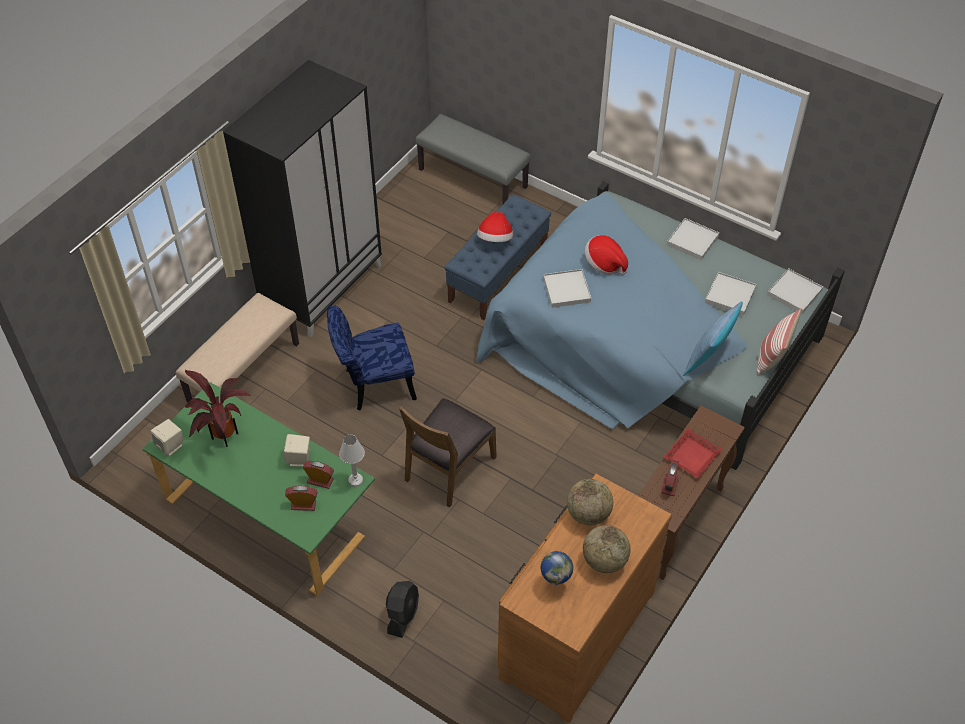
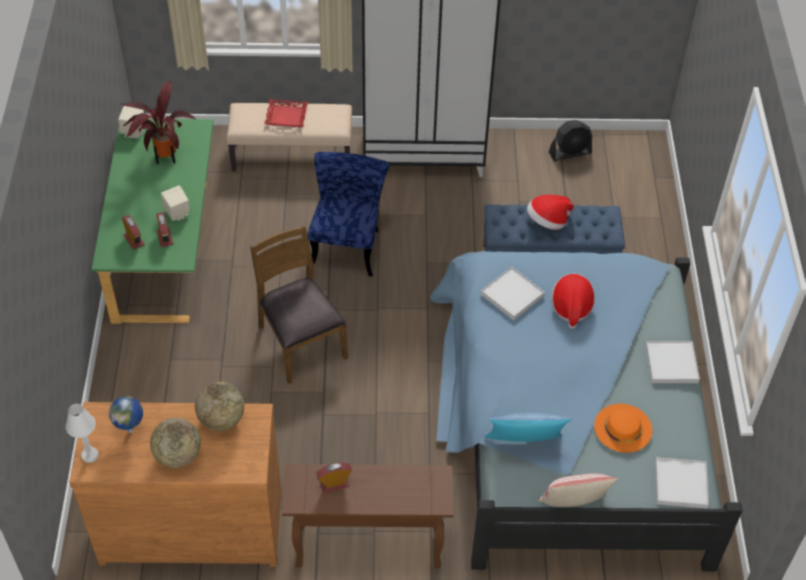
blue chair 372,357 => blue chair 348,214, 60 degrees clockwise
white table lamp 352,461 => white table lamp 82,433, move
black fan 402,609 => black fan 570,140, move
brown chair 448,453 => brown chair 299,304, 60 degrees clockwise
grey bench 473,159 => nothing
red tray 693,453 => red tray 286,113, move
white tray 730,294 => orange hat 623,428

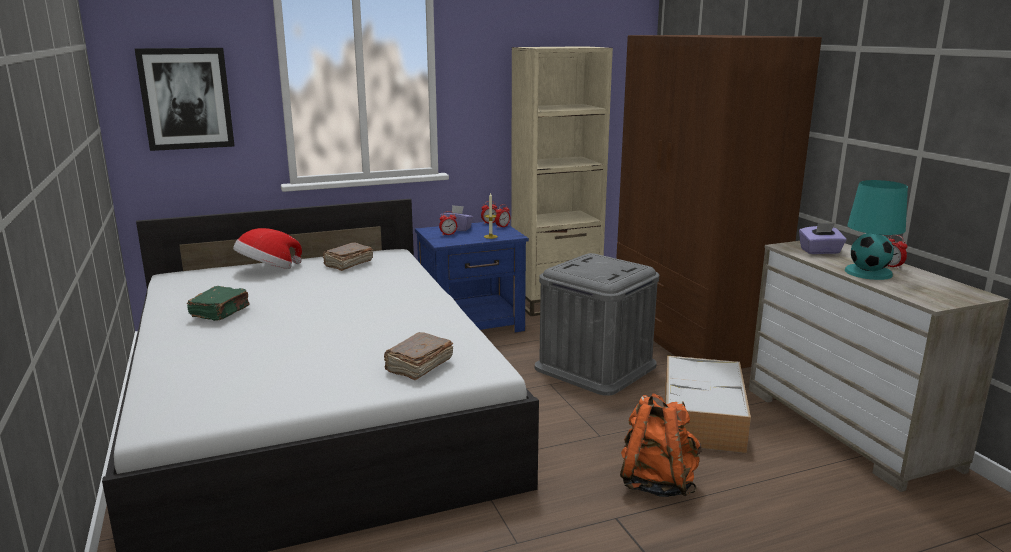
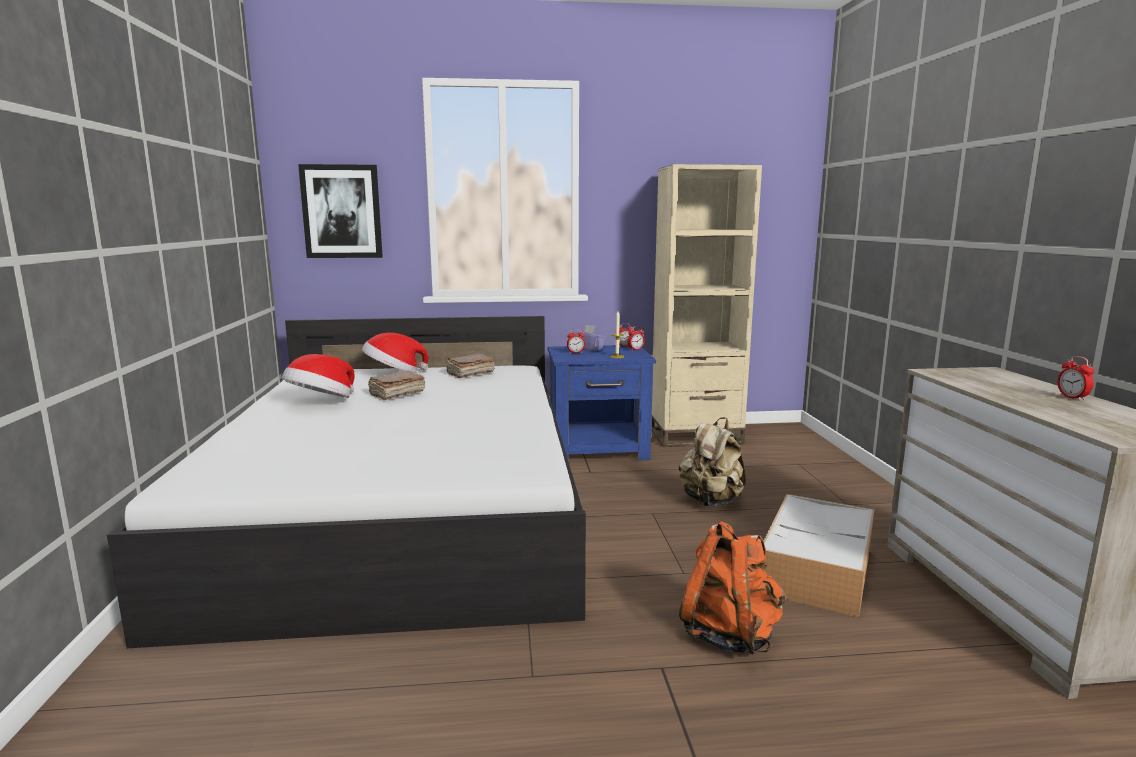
green book 218,303 => hat 318,376
brown book 418,356 => brown book 396,385, move
grey storage box 597,324 => beige backpack 712,461
brown wardrobe 719,201 => nothing
purple tissue box 823,238 => nothing
turquoise table lamp 876,230 => nothing

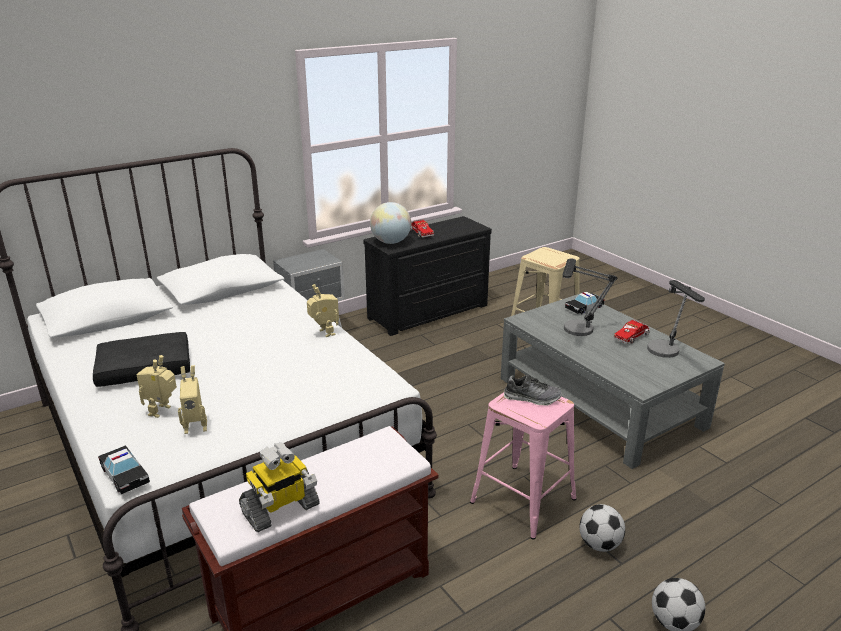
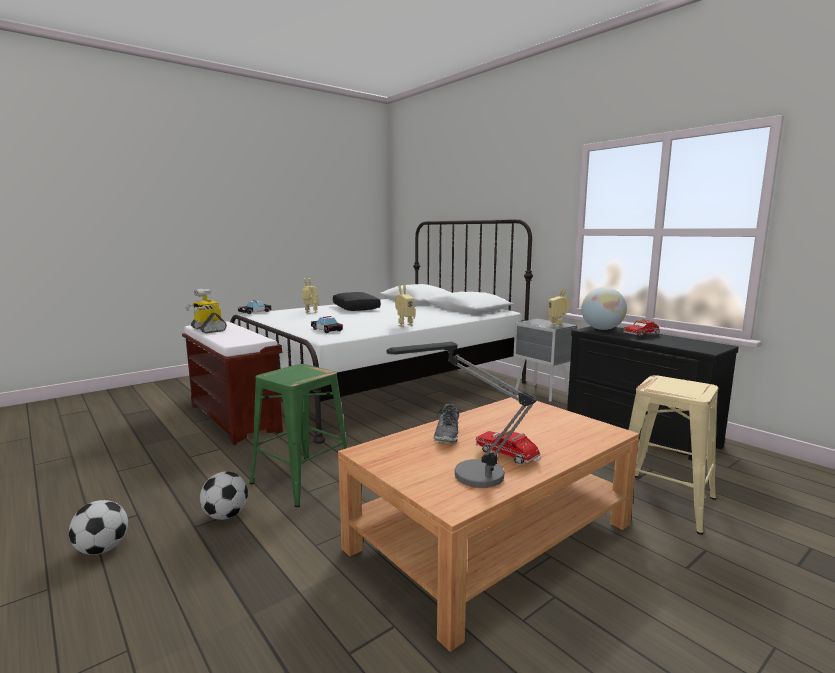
toy robot 192,399 => toy robot 558,307, move
pink stool 523,466 => green stool 298,435
grey coffee table 613,381 => brown coffee table 488,523
shoe 533,390 => shoe 446,424, move
table lamp 590,297 => nothing
toy car 585,303 => toy car 327,324, move

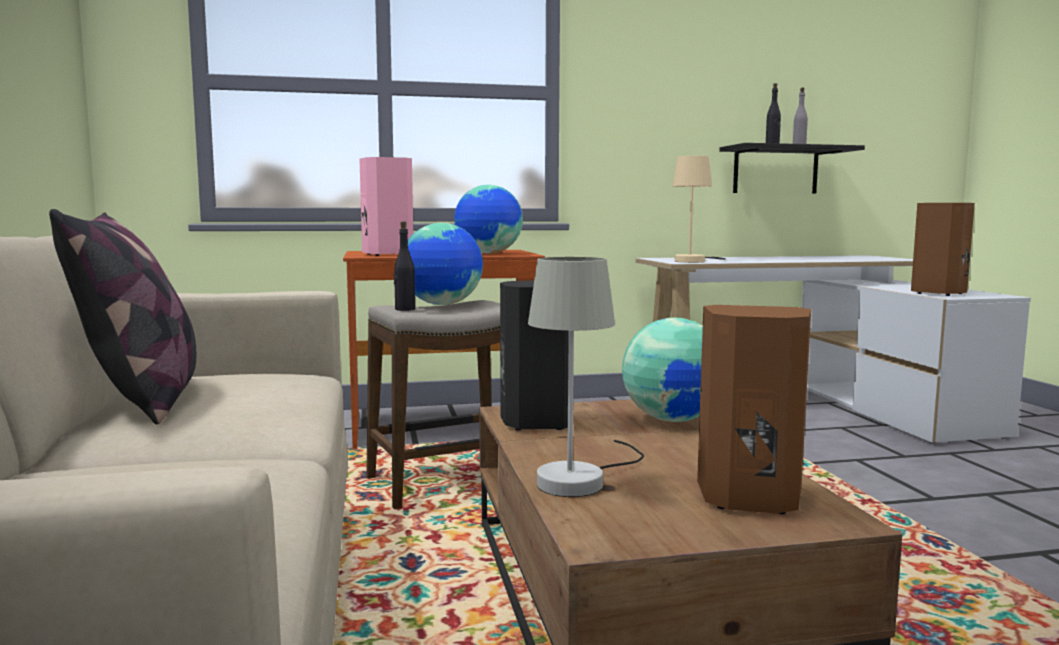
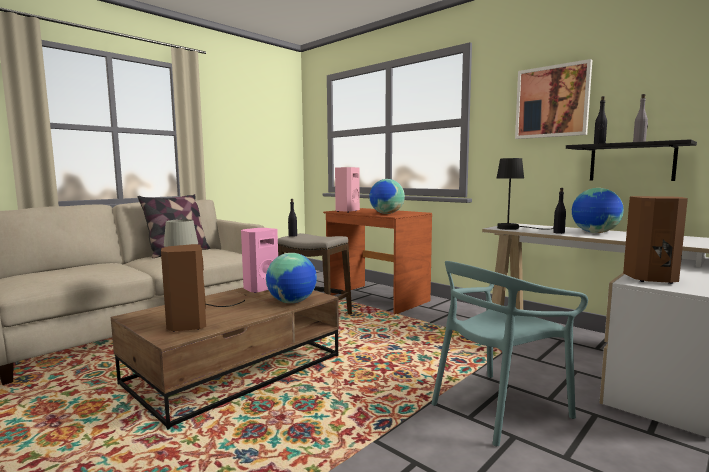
globe 445,264 => globe 598,210, move
black speaker 534,355 => pink speaker 259,260
beige table lamp 699,209 => black table lamp 525,194
nothing => turquoise chair 509,353
nothing => picture 553,99
nothing => black bottle 559,211

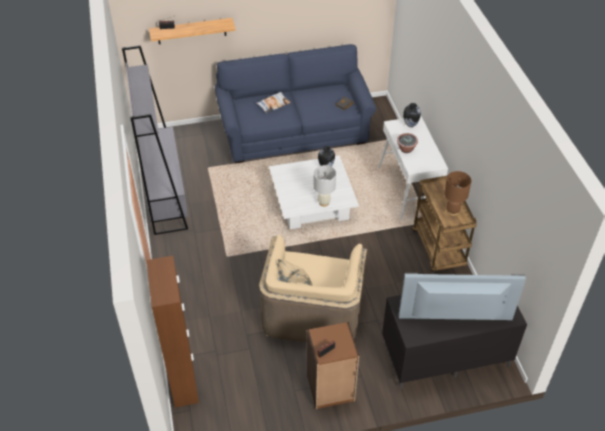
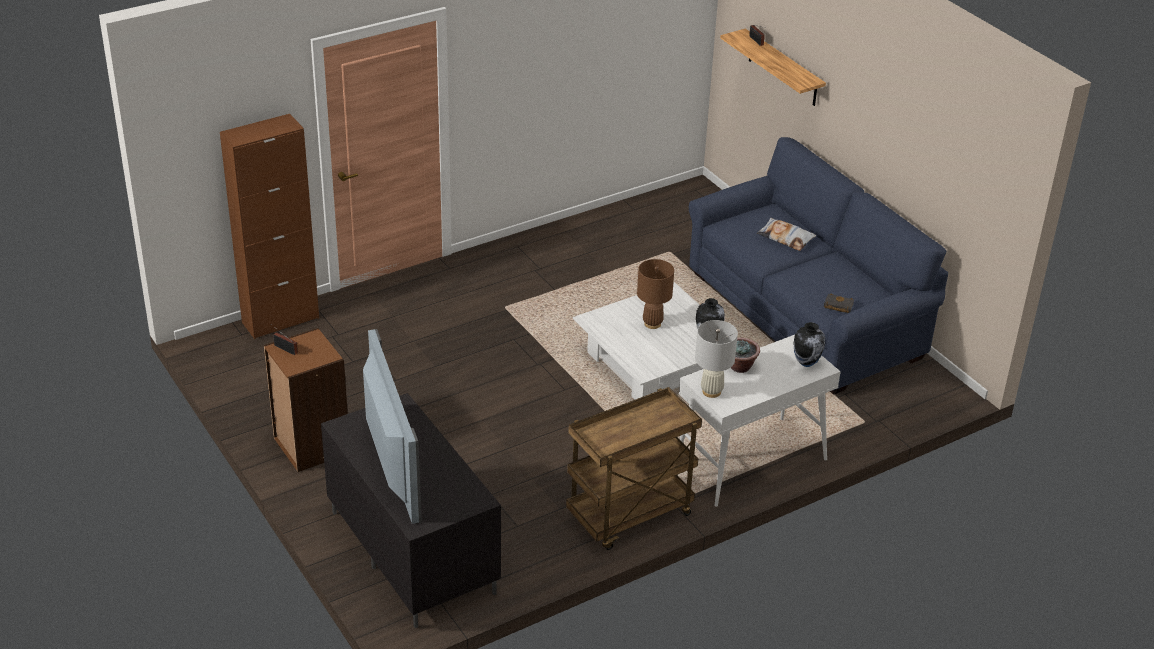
grey bookcase 155,140 => nothing
beige armchair 313,288 => nothing
white table lamp 324,186 => white table lamp 716,359, move
brown table lamp 458,193 => brown table lamp 655,294, move

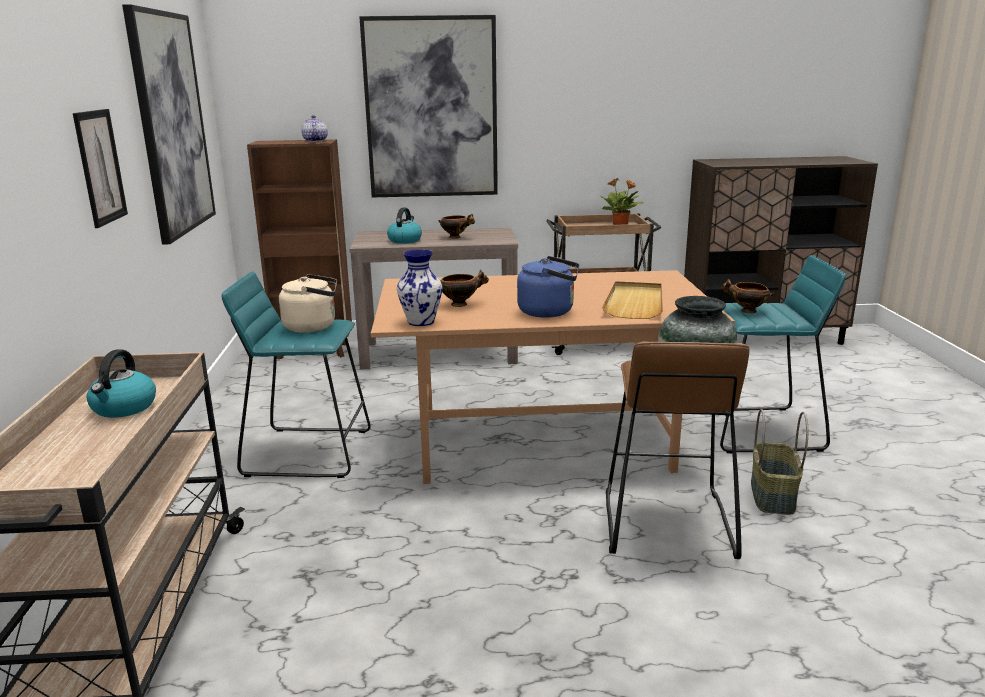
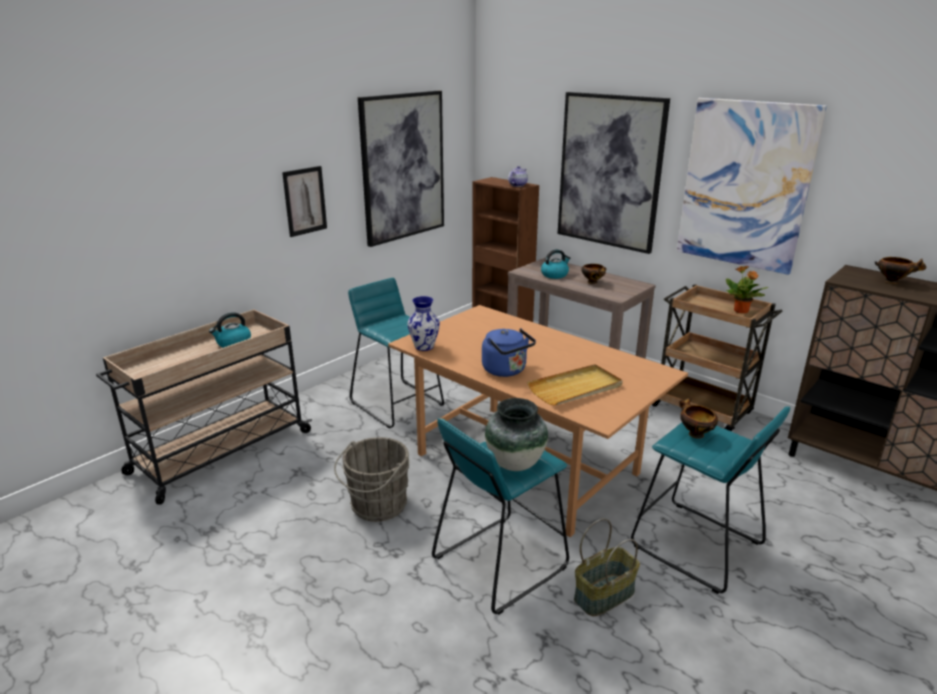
beige kettle 308,303 => nothing
bowl 465,288 => bowl 900,270, move
brown stool 677,450 => turquoise stool 500,516
nothing => grey bucket 371,479
nothing => picture 752,186

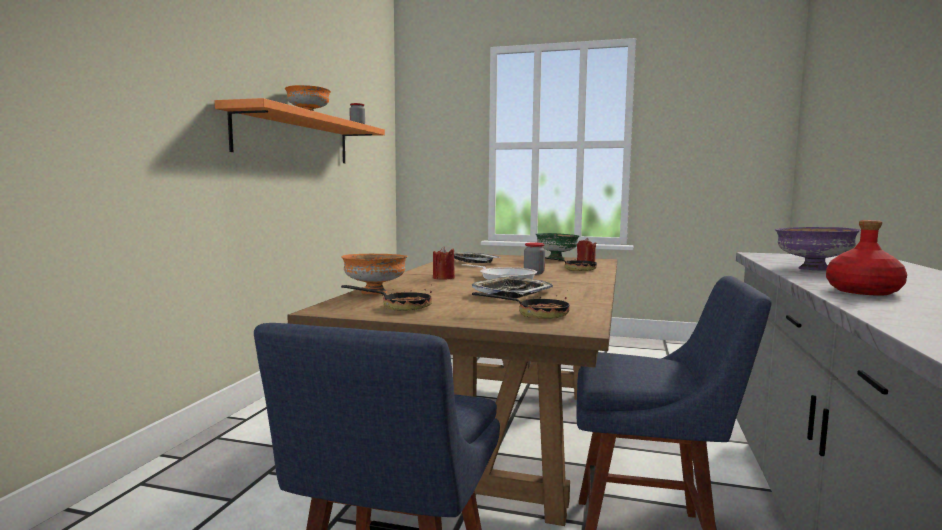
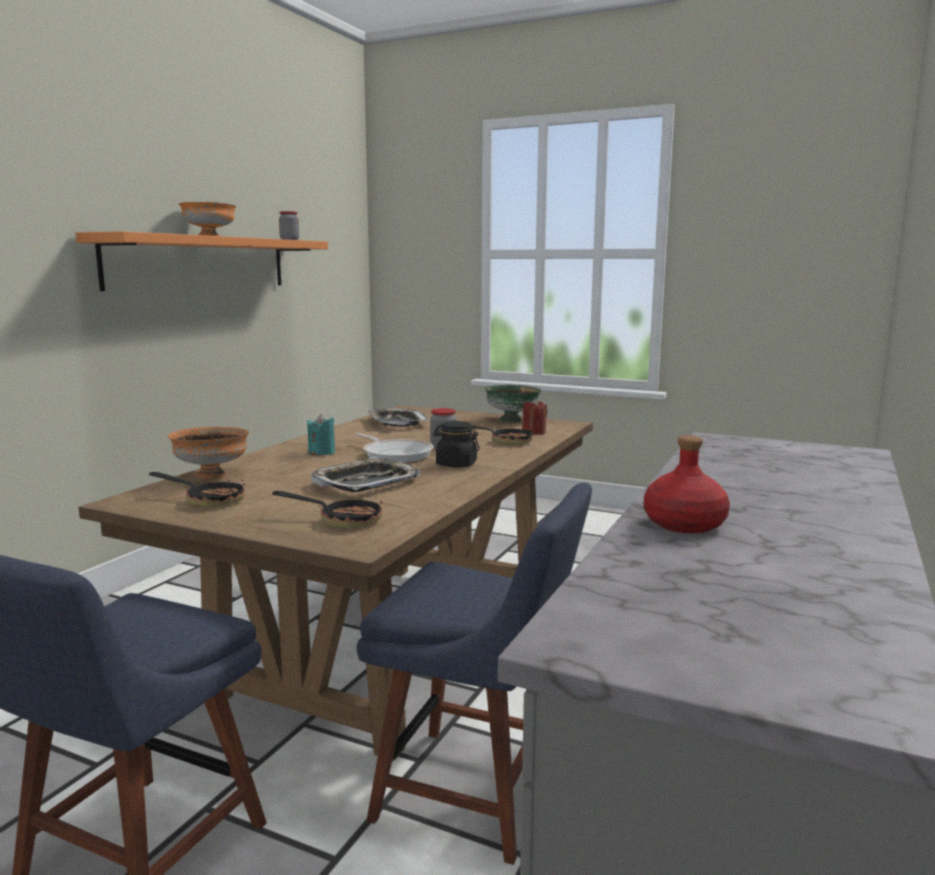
red candle 444,262 => turquoise candle 321,434
purple bowl 817,248 => nothing
nothing => black jar 456,444

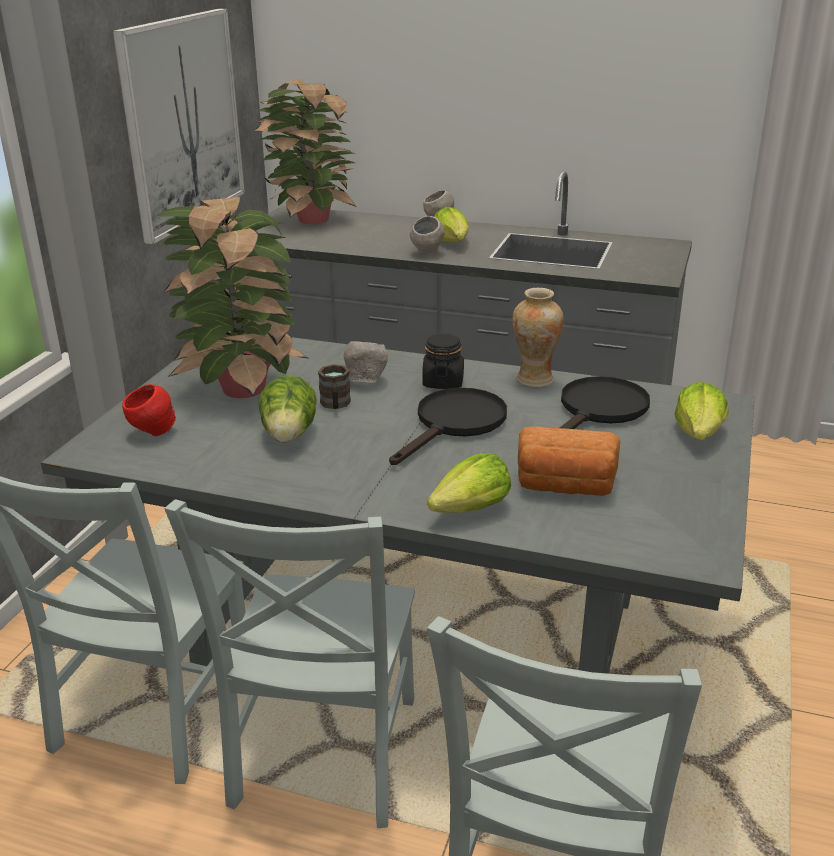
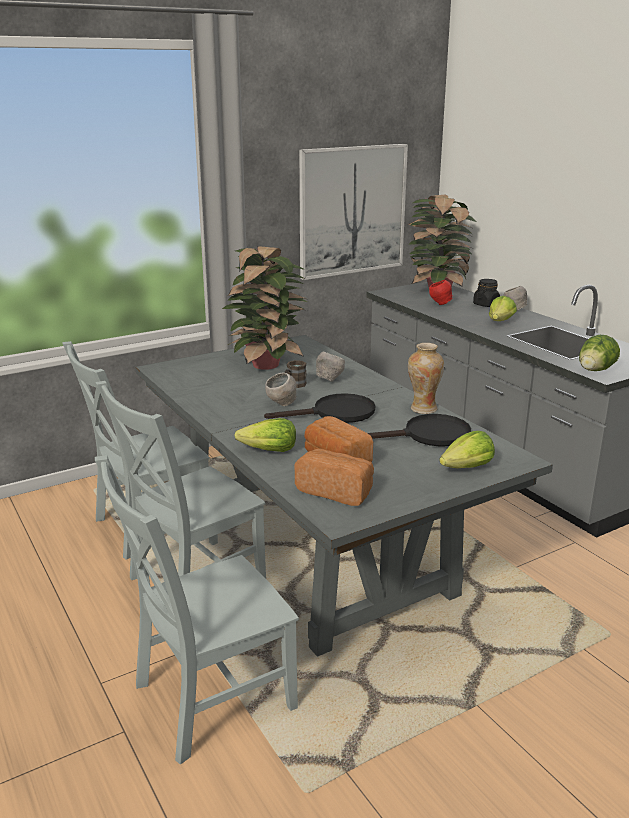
red bowl 149,410 => red bowl 440,292, move
lettuce 288,409 => lettuce 599,353, move
grey bowl 427,235 => grey bowl 280,389, move
black jar 443,361 => black jar 486,293, move
nothing => bread 334,477

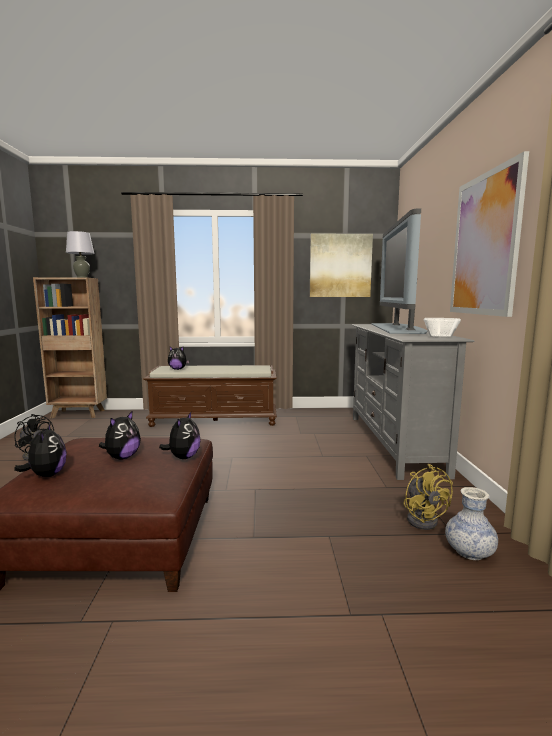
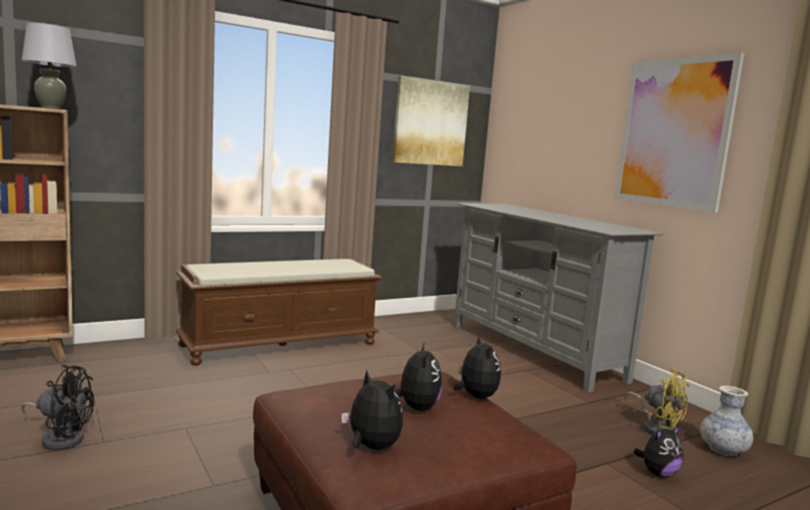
plush toy 178,358 => plush toy 658,451, move
television 399,271 => nothing
bowl 442,328 => nothing

